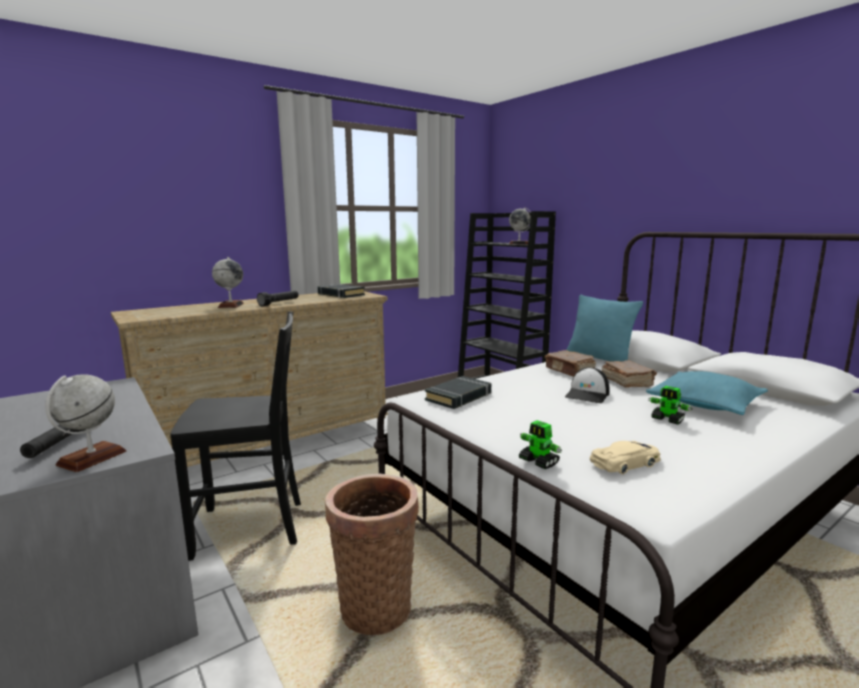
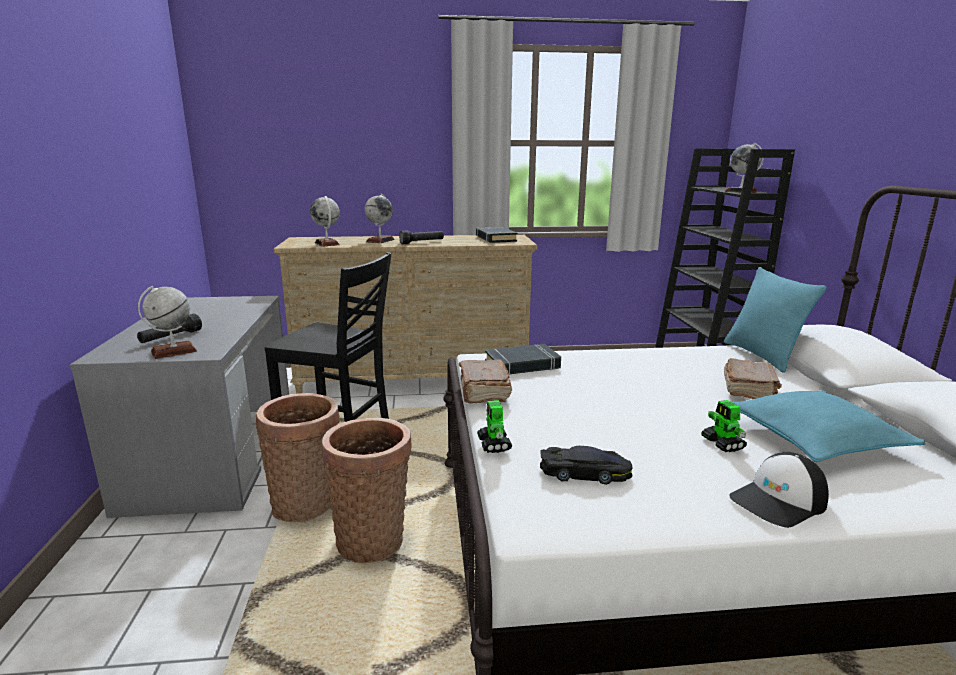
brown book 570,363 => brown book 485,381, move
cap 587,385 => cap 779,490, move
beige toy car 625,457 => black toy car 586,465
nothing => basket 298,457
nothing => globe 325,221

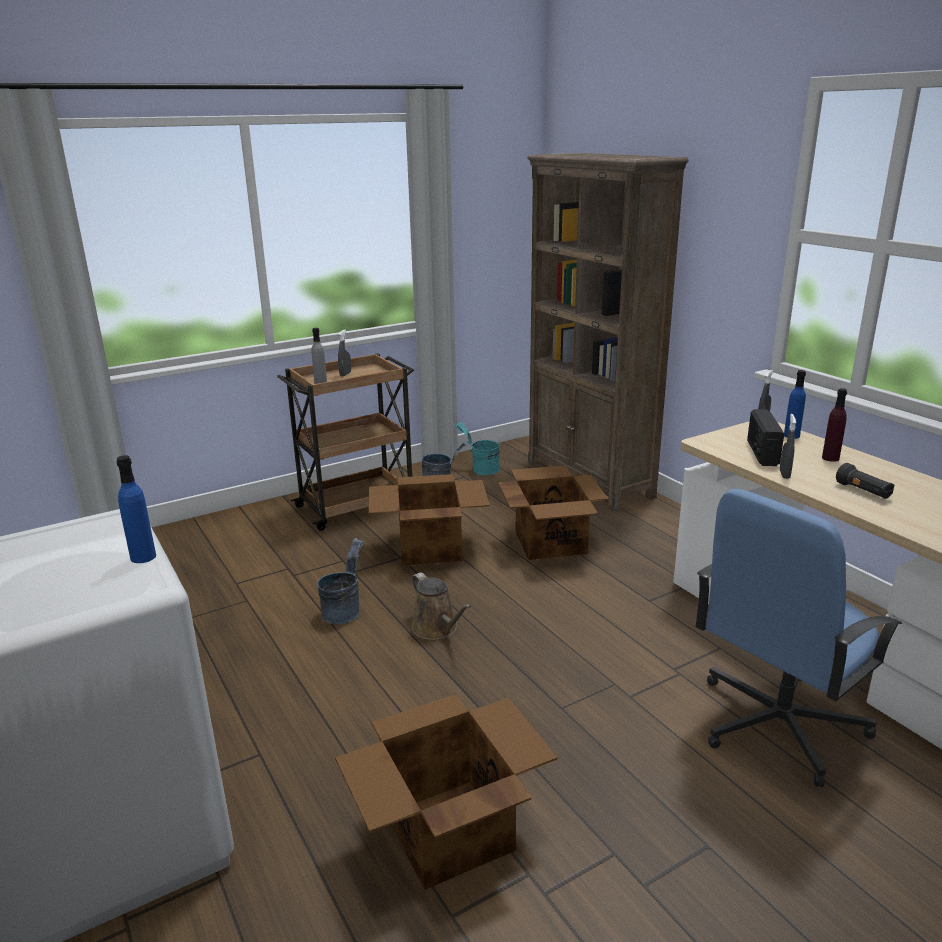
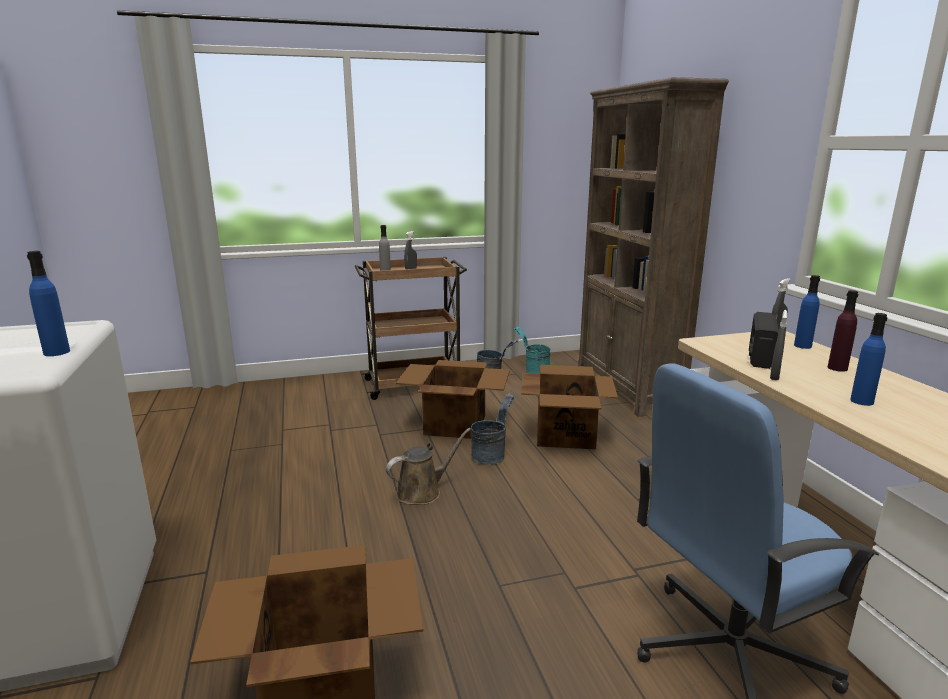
grey bucket 341,581 => grey bucket 493,429, move
brown watering can 441,606 => brown watering can 428,466, 105 degrees counterclockwise
black flashlight 865,481 => blue bottle 869,359

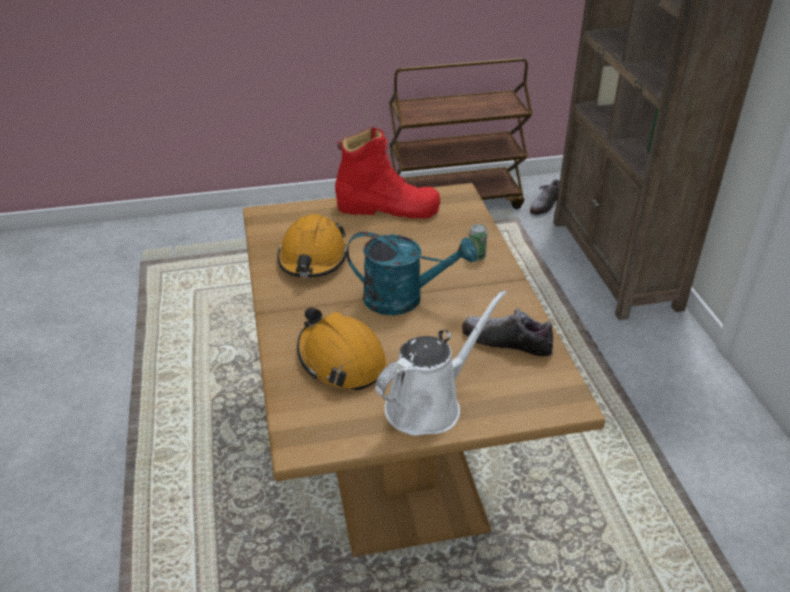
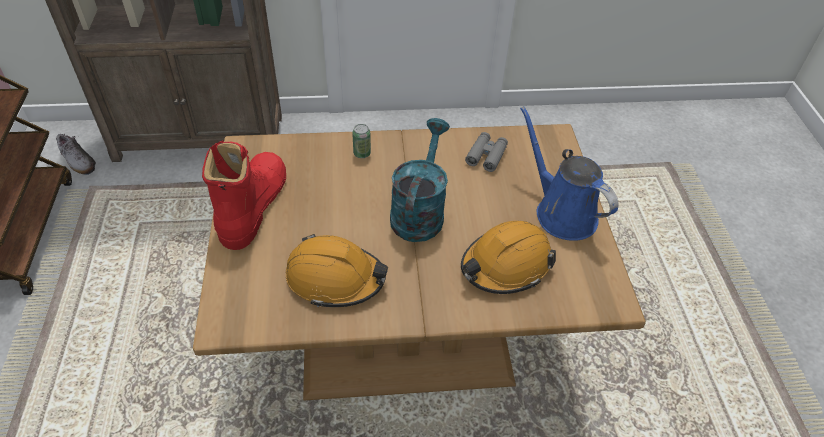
white watering can 441,363 => blue watering can 569,173
shoe 507,332 => grey binoculars 486,152

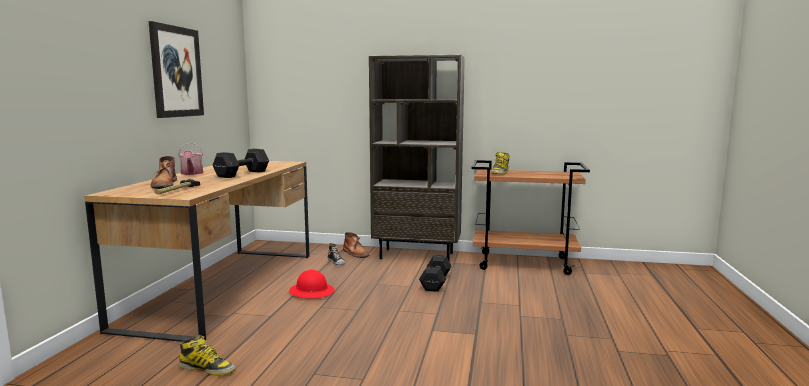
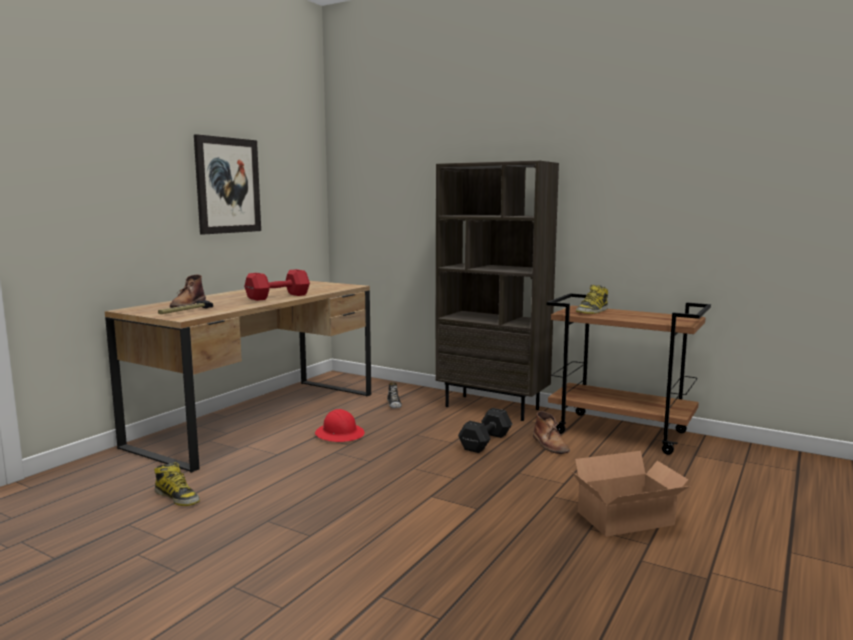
watering can 190,159 => nothing
black dumbbell 241,163 => red dumbbell 277,285
brown boot 356,245 => brown boot 551,432, move
nothing => cardboard box 631,494

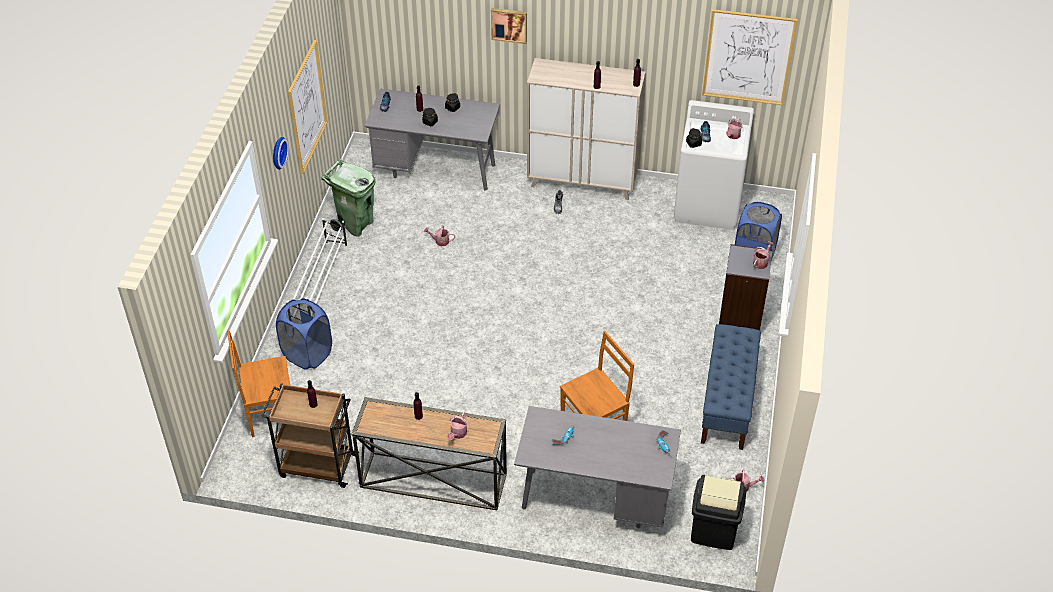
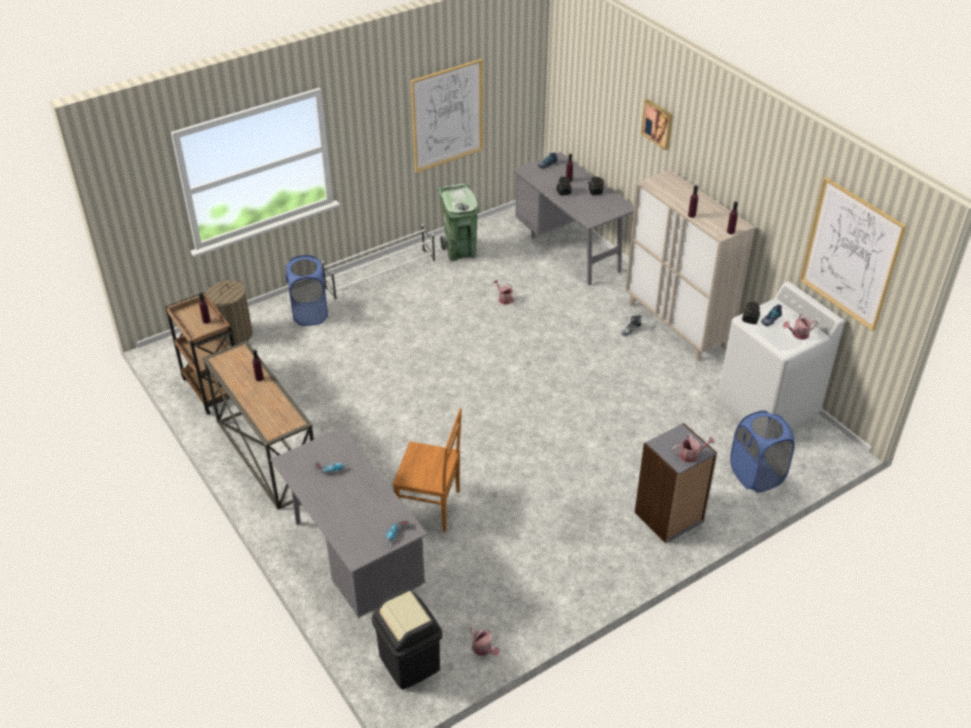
brown chair 258,383 => laundry basket 229,313
wall clock 281,153 => nothing
watering can 457,426 => nothing
blue bench 731,387 => nothing

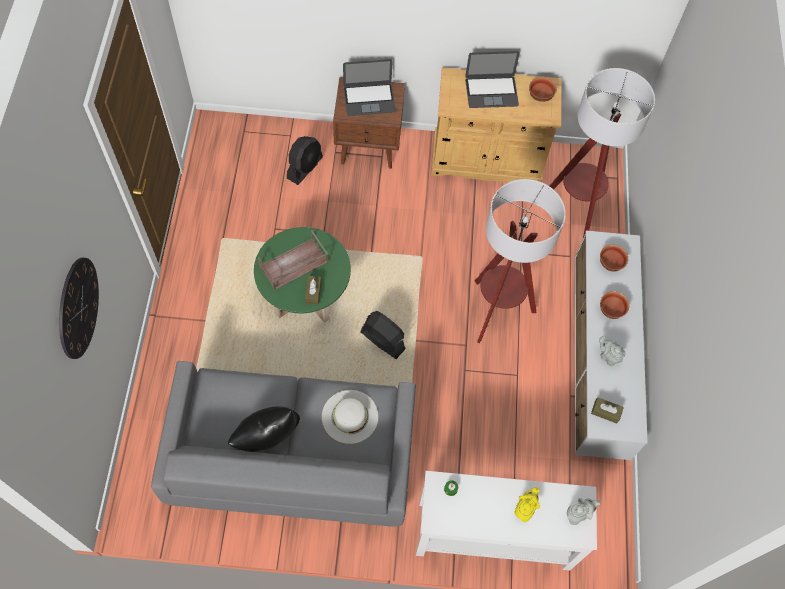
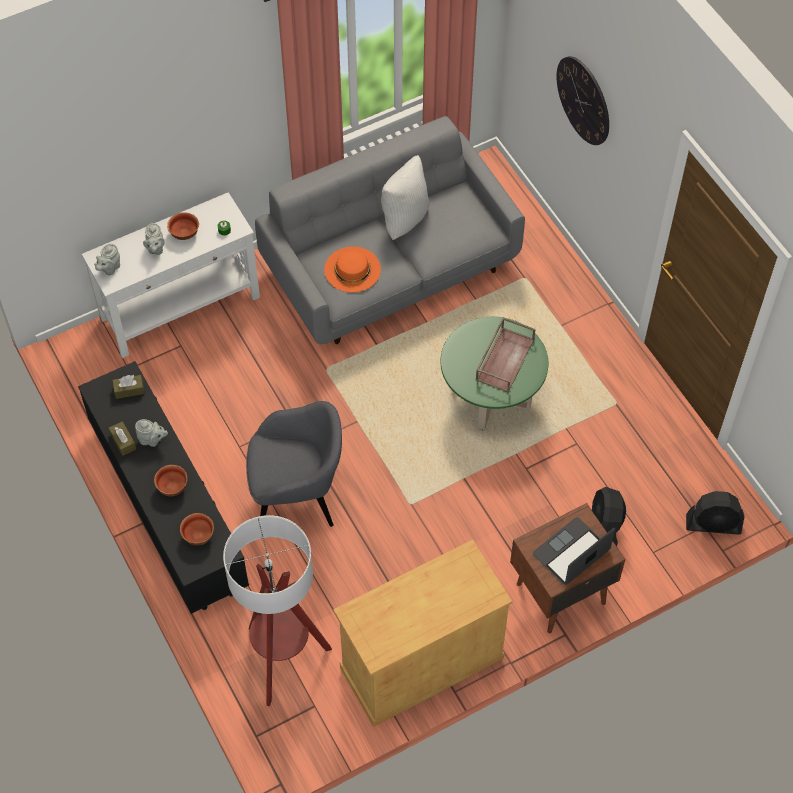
black pillow 264,429 => white pillow 405,197
brown tissue box 313,290 => brown tissue box 122,438, move
white hat 350,417 => orange hat 352,269
black fan 383,335 => black fan 715,513, move
laptop 492,79 => nothing
floor lamp 520,261 => grey armchair 294,464
yellow teapot 527,504 => grey teapot 154,239
bowl 543,89 => bowl 183,226, move
white tv stand 611,345 => black tv stand 163,487

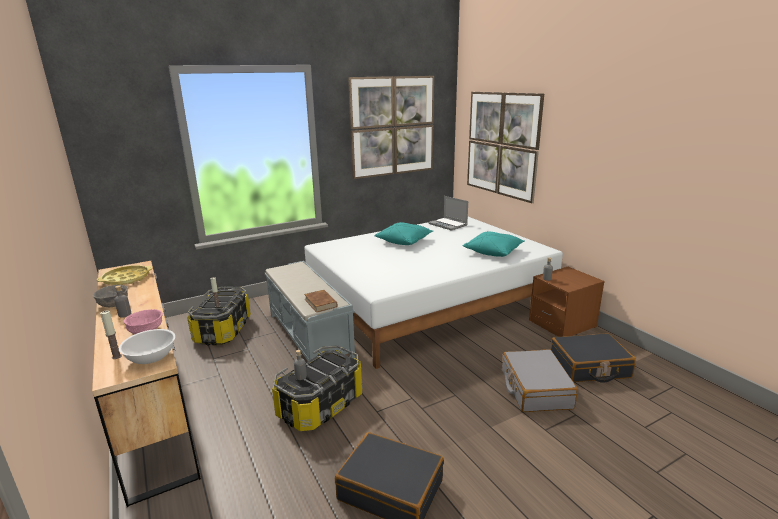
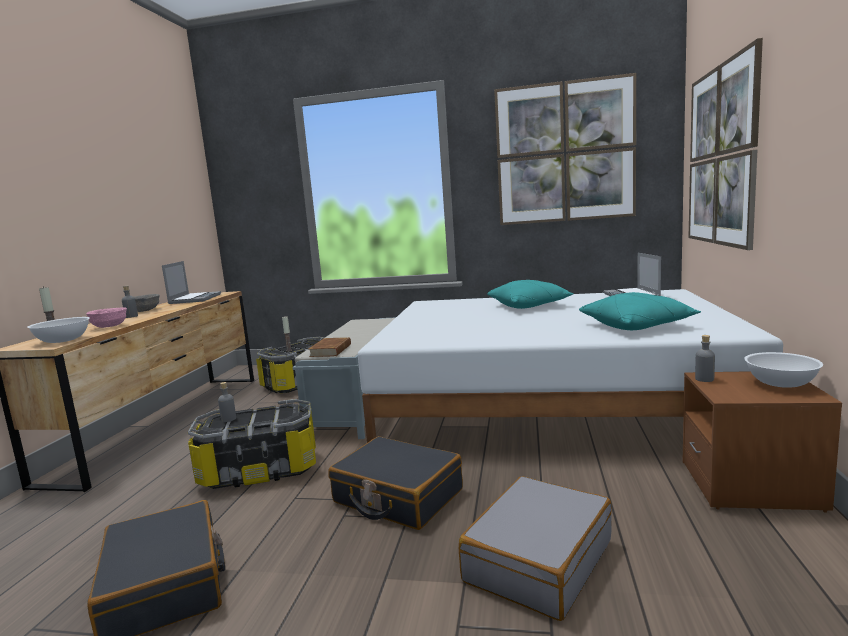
yellow tray 125,275 => laptop 191,282
black suitcase 593,358 => black suitcase 395,483, move
nothing => white bowl 783,370

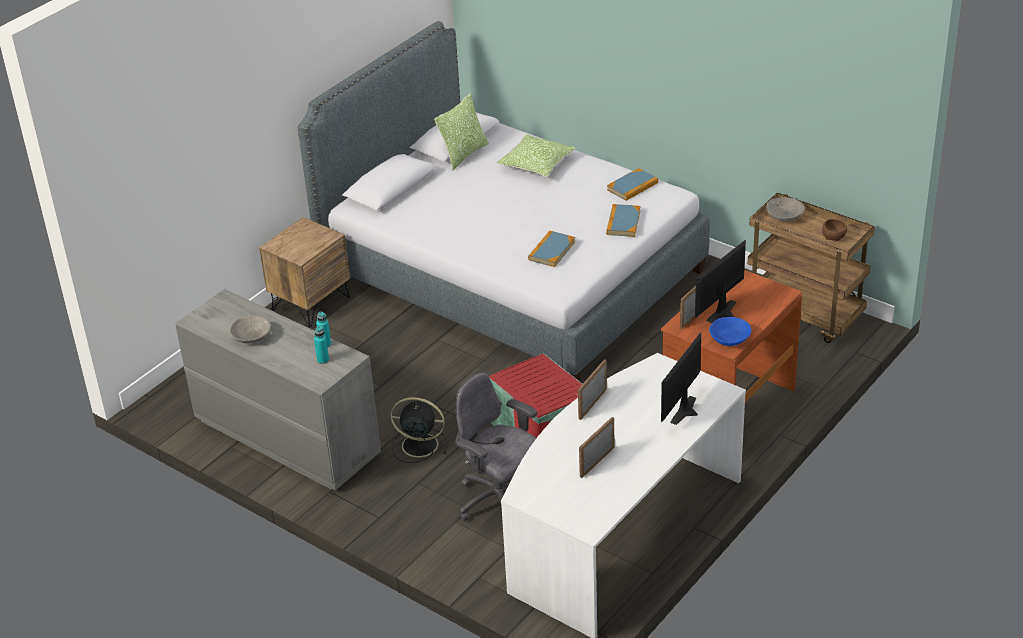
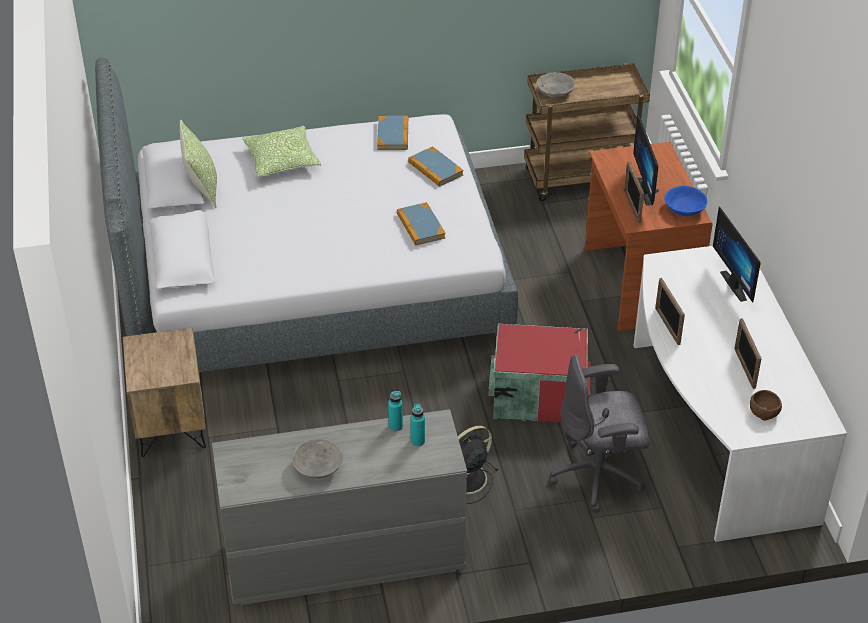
brown bowl 834,230 => brown bowl 766,405, move

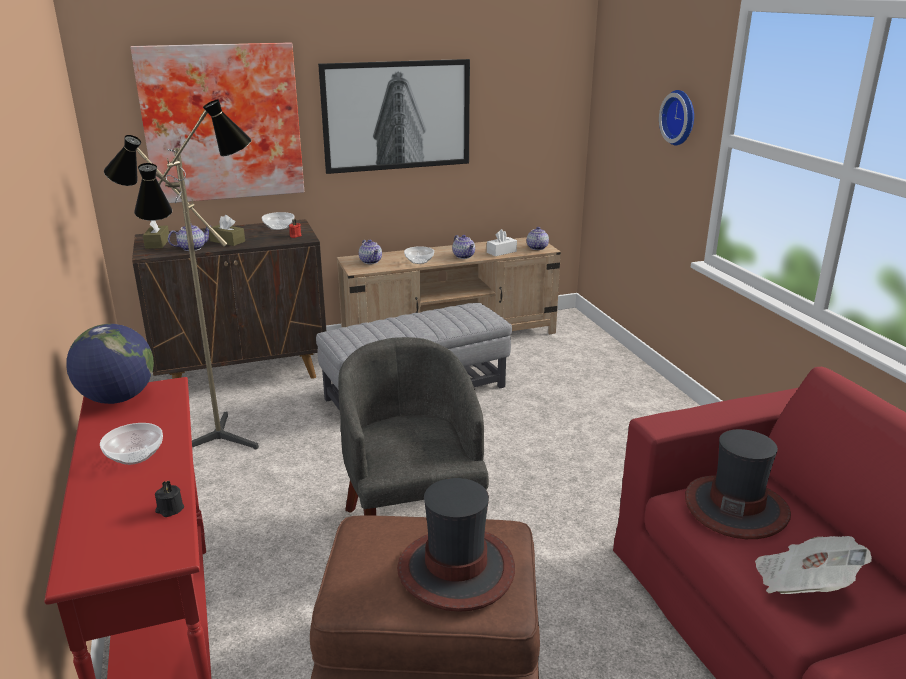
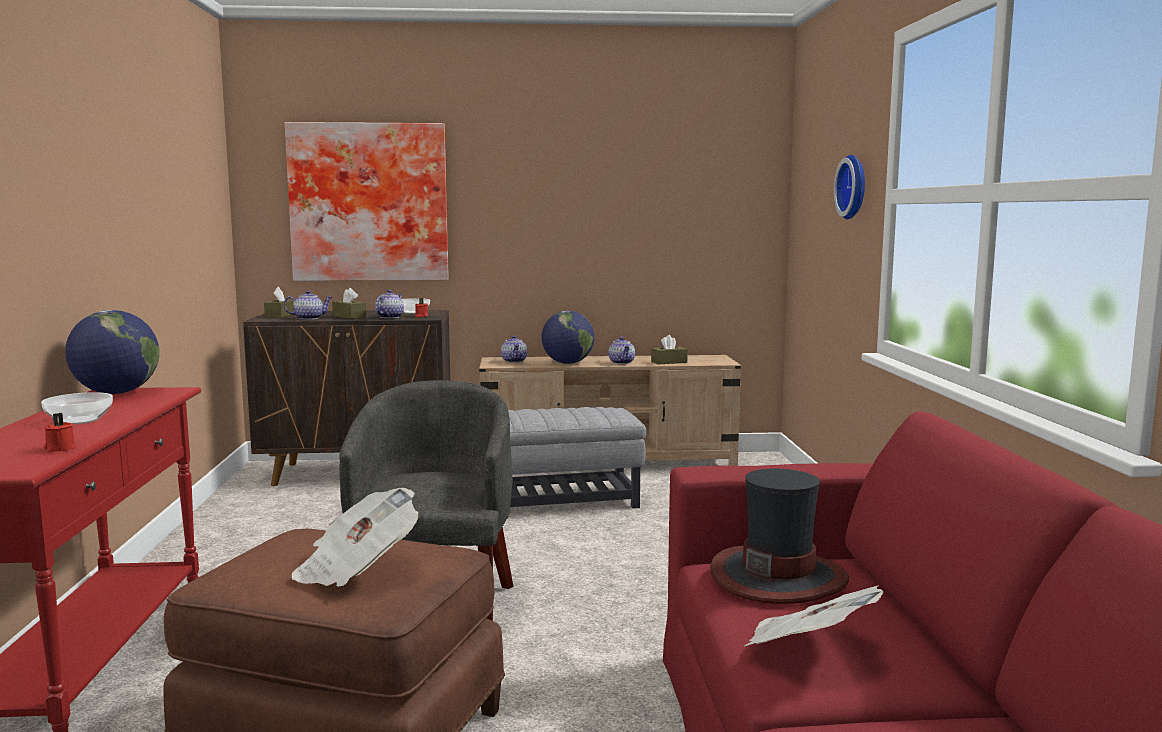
floor lamp 181,274 => nothing
black candle 169,499 => red candle 60,432
picture 394,116 => nothing
hat 456,545 => newspaper 355,537
bowl 419,255 => globe 567,337
white tissue box 502,242 => brown tissue box 669,349
teapot 538,238 => teapot 389,304, move

